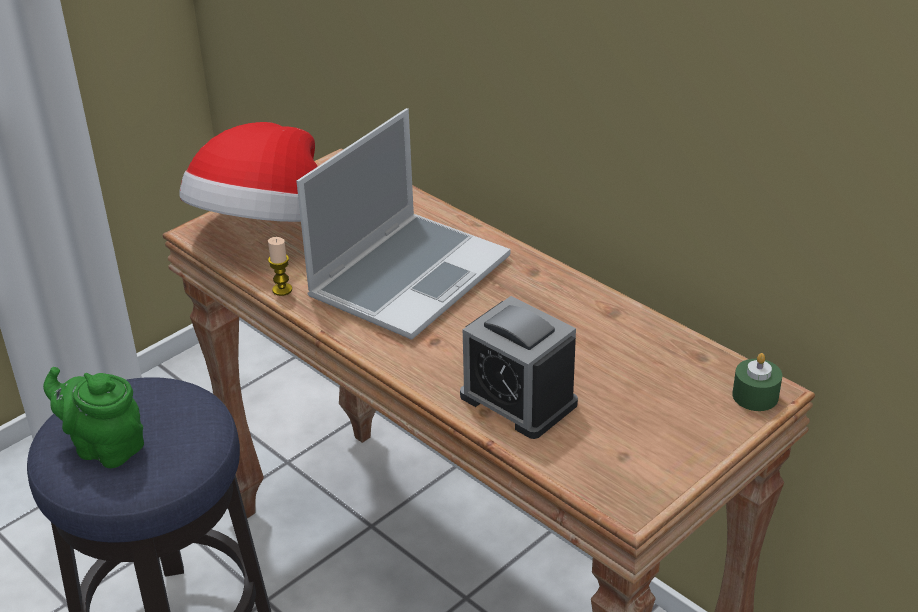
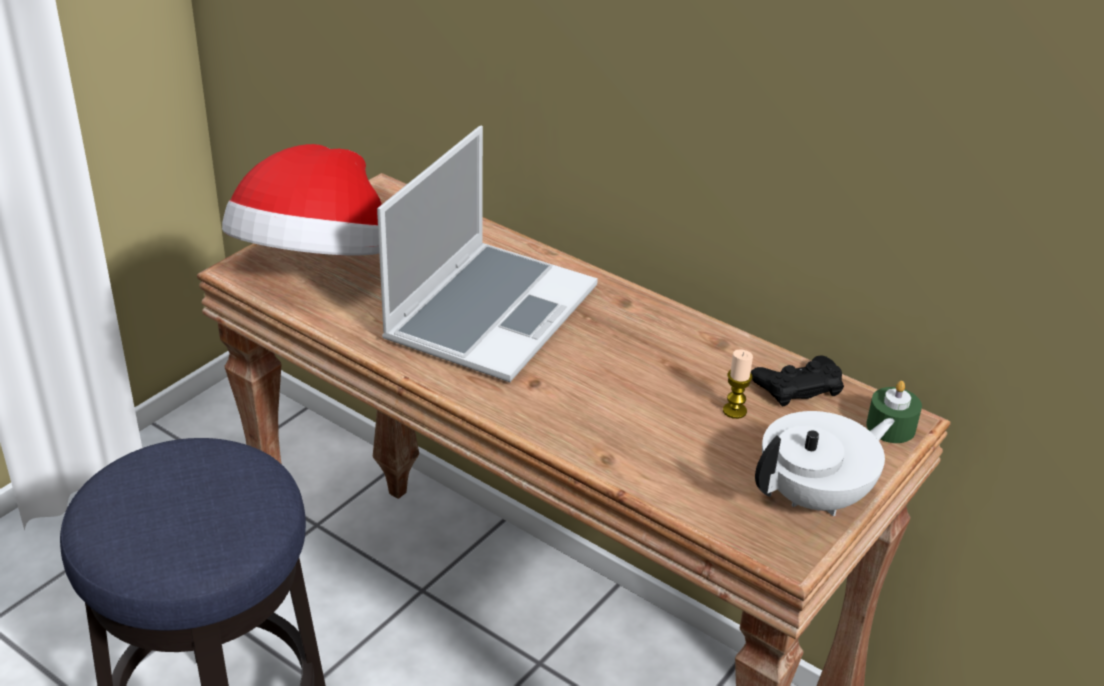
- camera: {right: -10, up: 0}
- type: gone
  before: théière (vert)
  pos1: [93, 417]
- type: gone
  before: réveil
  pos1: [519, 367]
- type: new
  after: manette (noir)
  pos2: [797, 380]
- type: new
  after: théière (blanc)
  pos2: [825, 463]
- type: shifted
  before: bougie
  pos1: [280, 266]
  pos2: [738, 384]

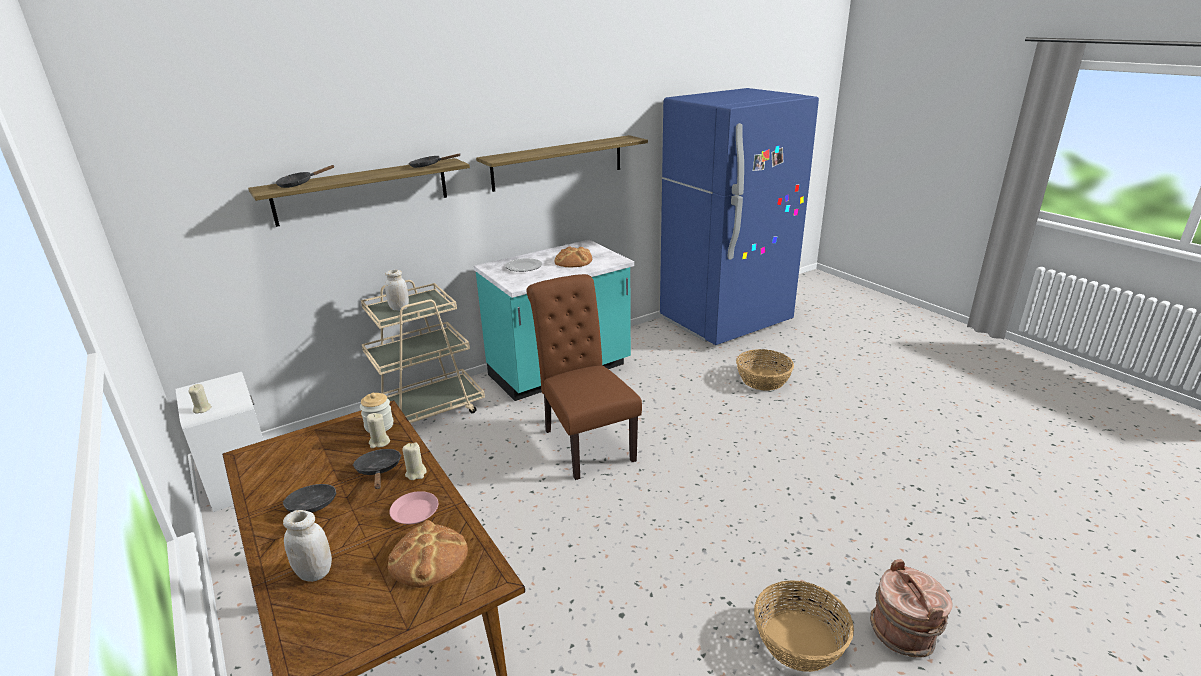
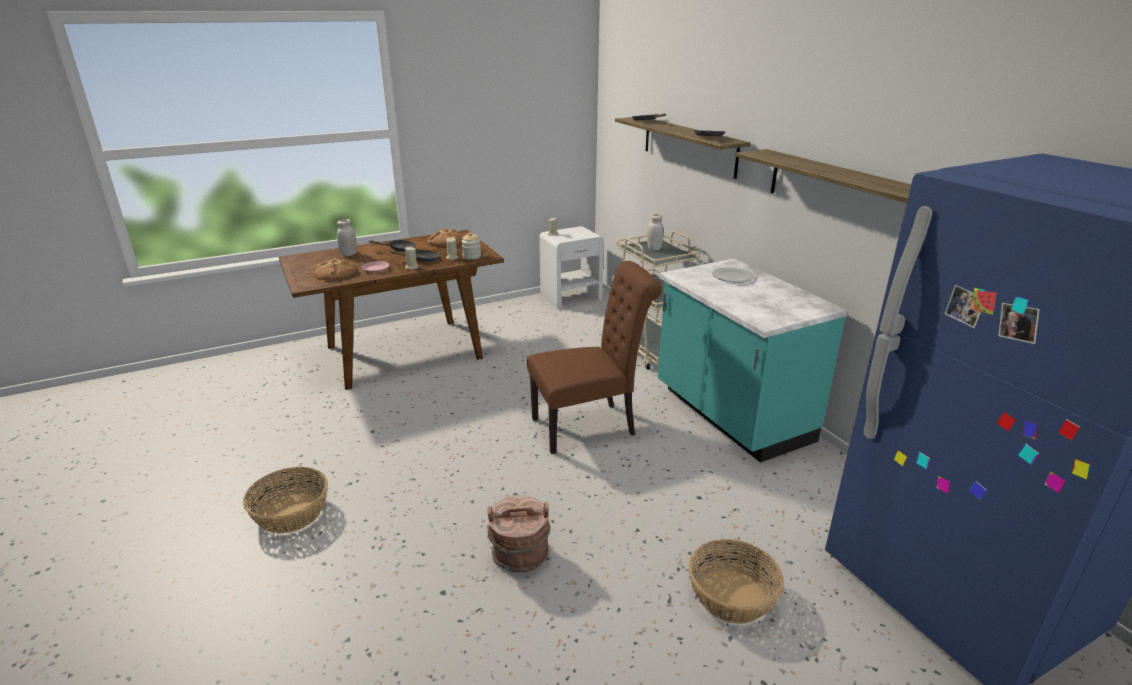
- camera: {right: 95, up: 0}
- type: shifted
  before: pain
  pos1: [573, 256]
  pos2: [445, 237]
- type: shifted
  before: seau (marron)
  pos1: [911, 608]
  pos2: [518, 533]

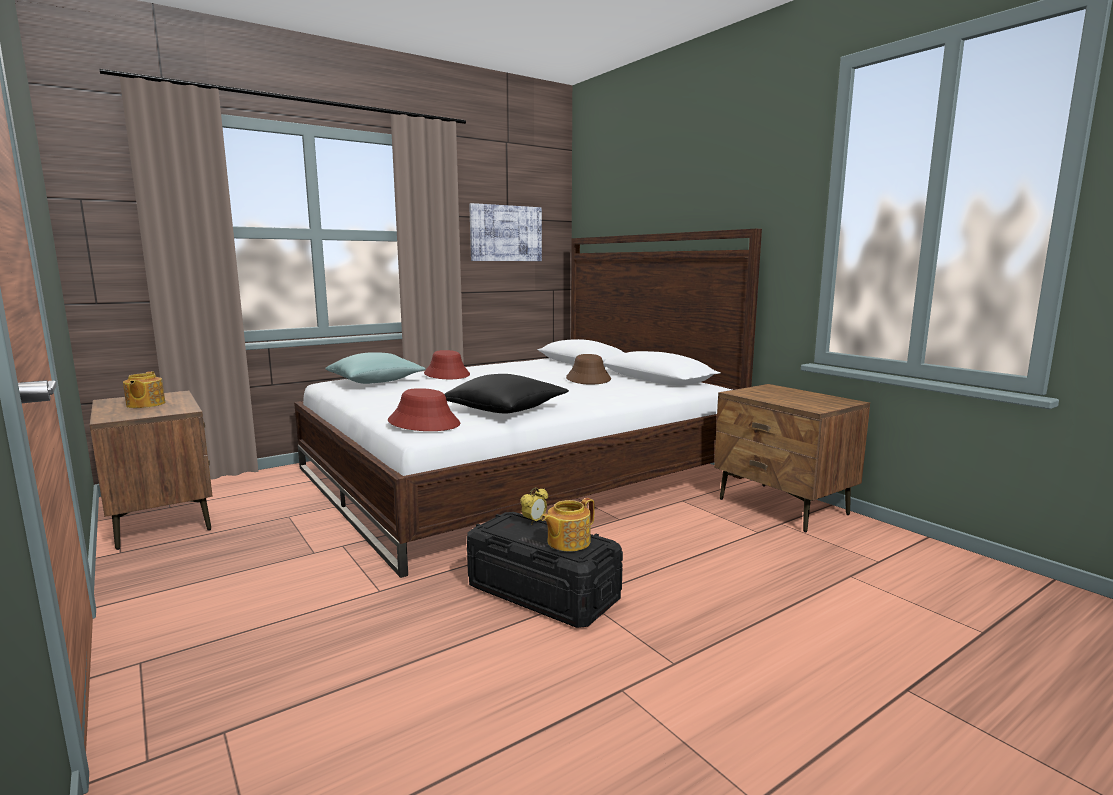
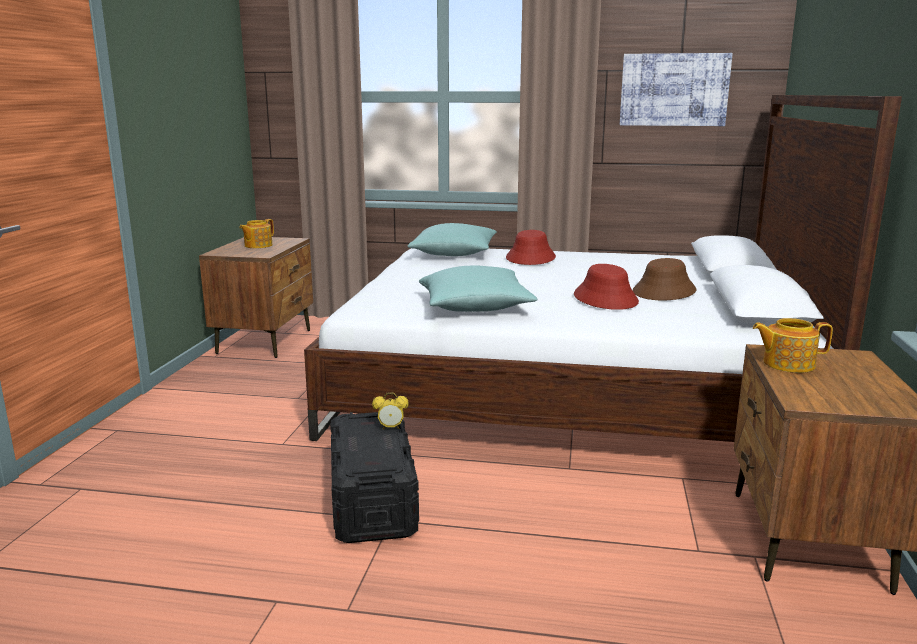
- camera: {right: 45, up: 5}
- type: shifted
  before: chapeau (rouge)
  pos1: [424, 409]
  pos2: [606, 287]
- type: shifted
  before: théière
  pos1: [567, 524]
  pos2: [793, 345]
- type: repainted
  before: coussin (noir)
  after: coussin (turquoise)
  pos1: [506, 394]
  pos2: [478, 289]

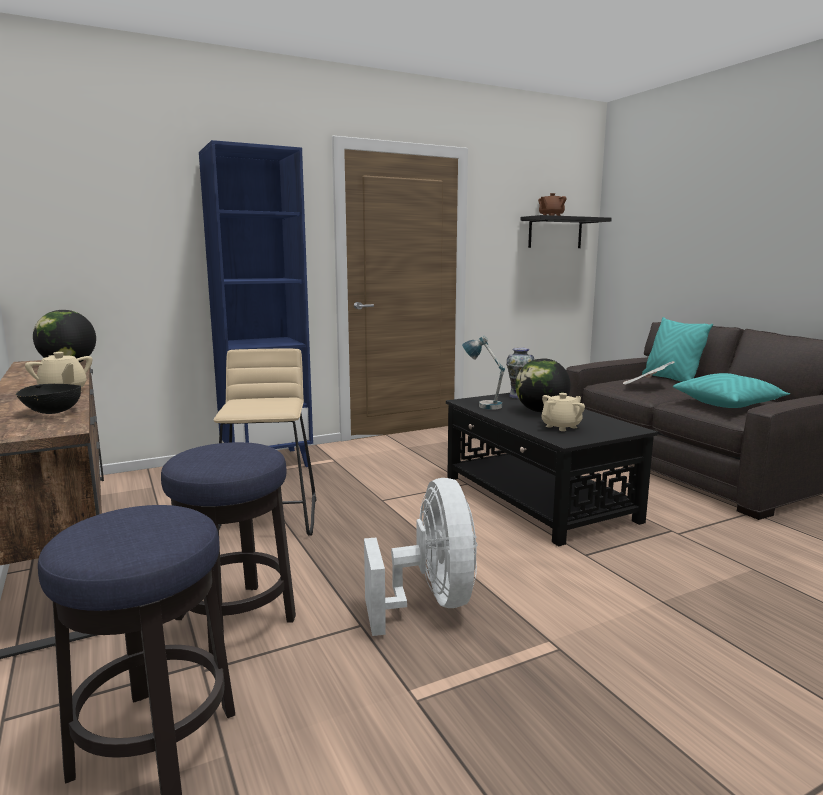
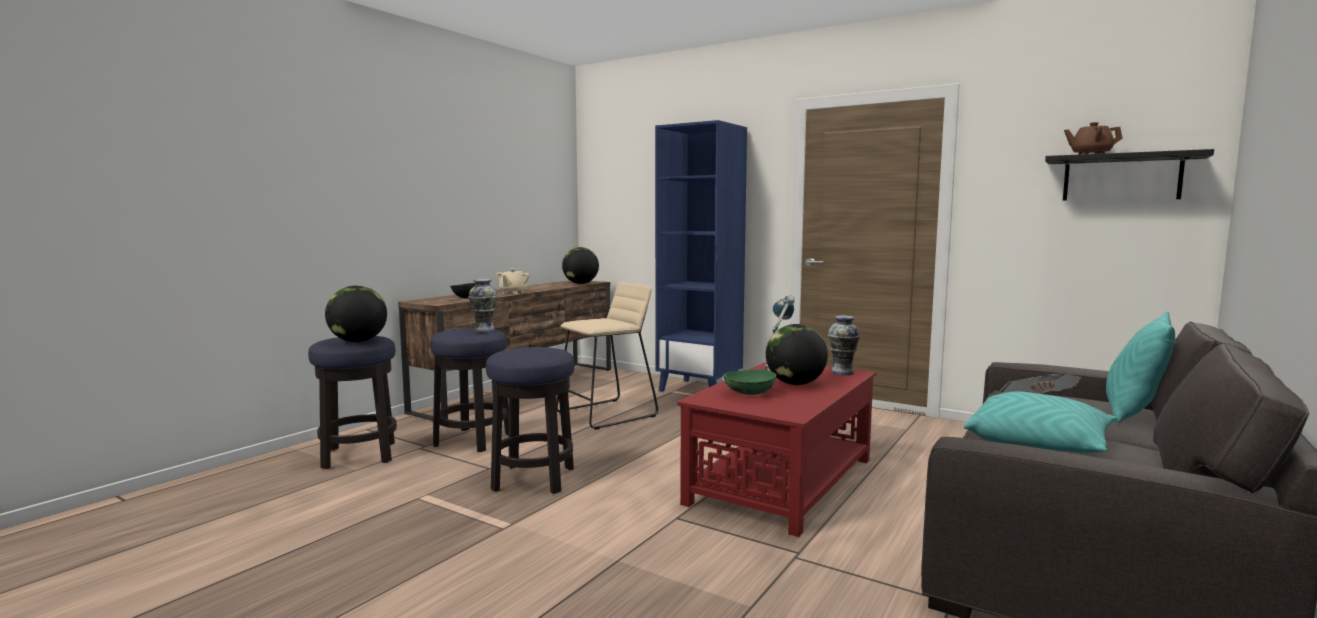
- camera: {right: 60, up: -5}
- type: new
  after: globe
  pos2: [356, 314]
- type: new
  after: vase
  pos2: [483, 306]
- type: swapped
  before: ventilateur (blanc)
  after: tabouret
  pos1: [420, 557]
  pos2: [530, 420]
- type: swapped
  before: théière (beige)
  after: bol (vert)
  pos1: [563, 412]
  pos2: [749, 382]
- type: repainted
  before: table basse (noir)
  after: table basse (rouge)
  pos1: [552, 469]
  pos2: [776, 449]

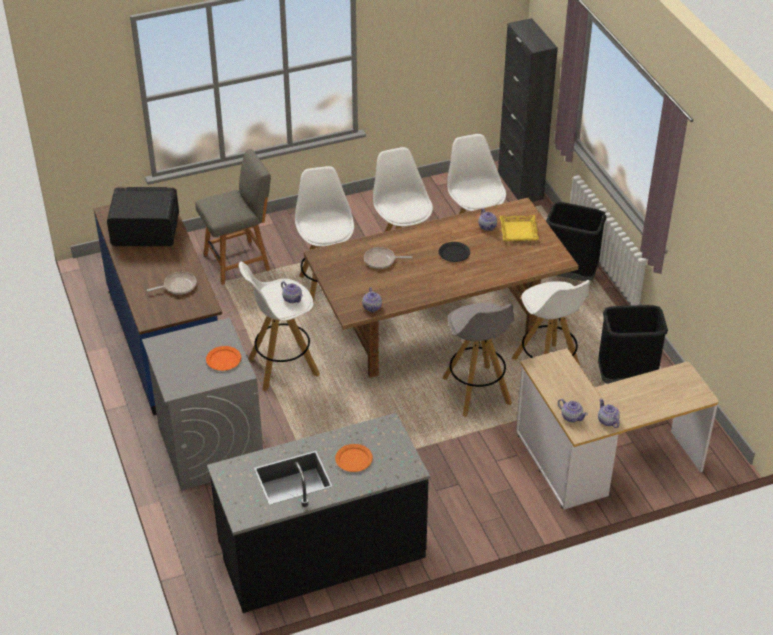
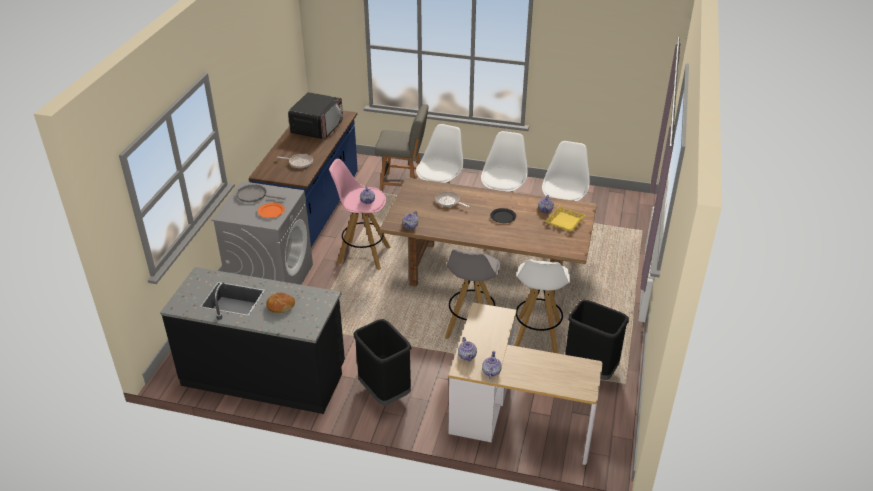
- camera: {right: 35, up: -5}
- type: gone
  before: meuble de rangement (noir)
  pos1: [528, 110]
- type: new
  after: poêle (gris)
  pos2: [261, 193]
- type: shifted
  before: poubelle (noir)
  pos1: [576, 241]
  pos2: [382, 362]
- type: swapped
  before: assiette (orange)
  after: pain
  pos1: [354, 458]
  pos2: [280, 303]
- type: repainted
  before: tabouret (blanc)
  after: tabouret (rose)
  pos1: [279, 326]
  pos2: [360, 214]
- type: rotated
  before: micro-ondes
  pos1: [143, 216]
  pos2: [315, 115]
  turn: 75

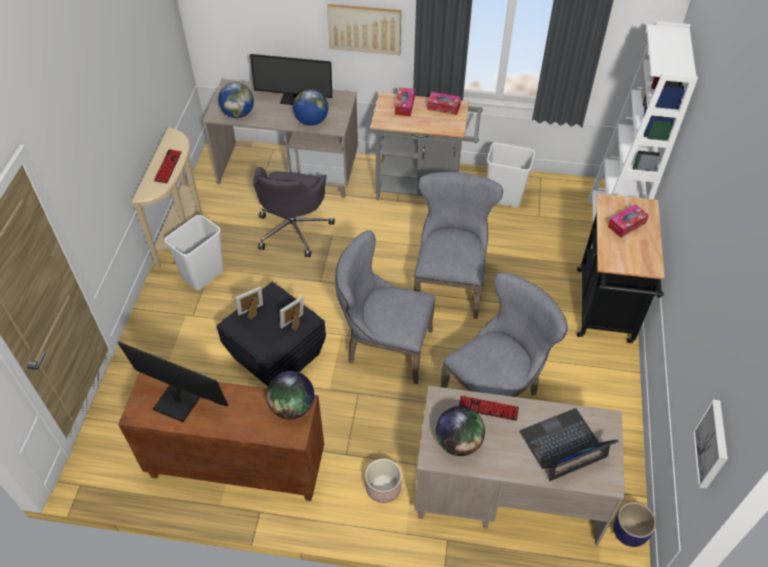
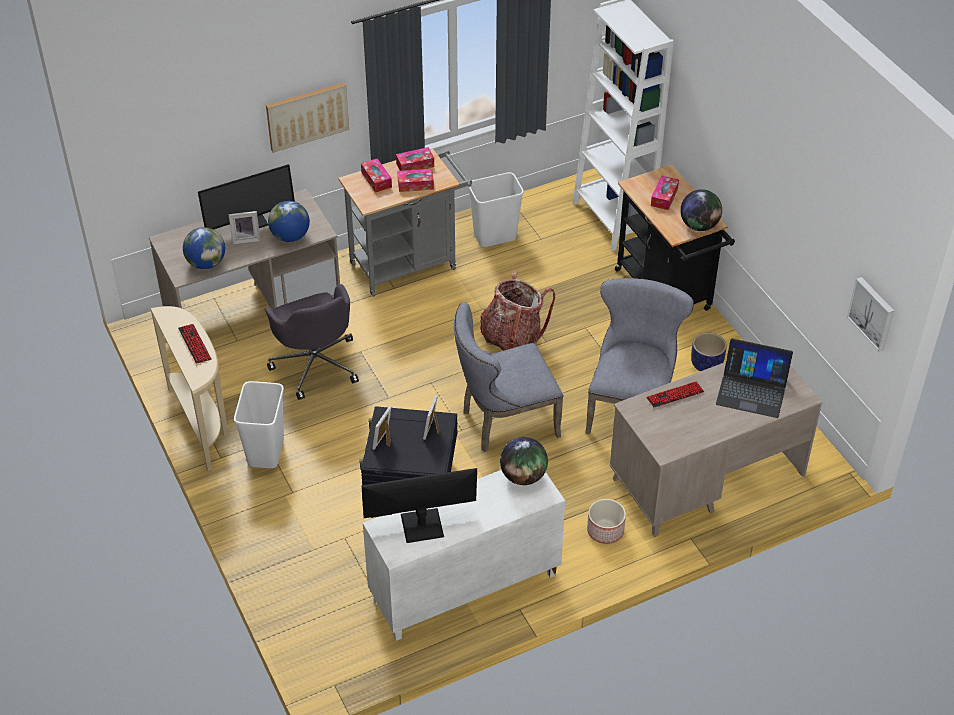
- camera: {right: -35, up: -5}
- type: new
  after: cadre photo
  pos2: [244, 227]
- type: new
  after: boîte à mouchoirs
  pos2: [415, 180]
- type: shifted
  before: globe
  pos1: [460, 431]
  pos2: [701, 210]
- type: shifted
  before: cache-pot
  pos1: [634, 524]
  pos2: [709, 351]
- type: swapped
  before: chaise (gris)
  after: sac à dos
  pos1: [458, 245]
  pos2: [517, 310]
- type: repainted
  before: meuble de rangement (marron)
  after: meuble de rangement (blanc)
  pos1: [221, 436]
  pos2: [464, 555]
- type: rotated
  before: ordinateur portable
  pos1: [569, 444]
  pos2: [754, 378]
  turn: -105

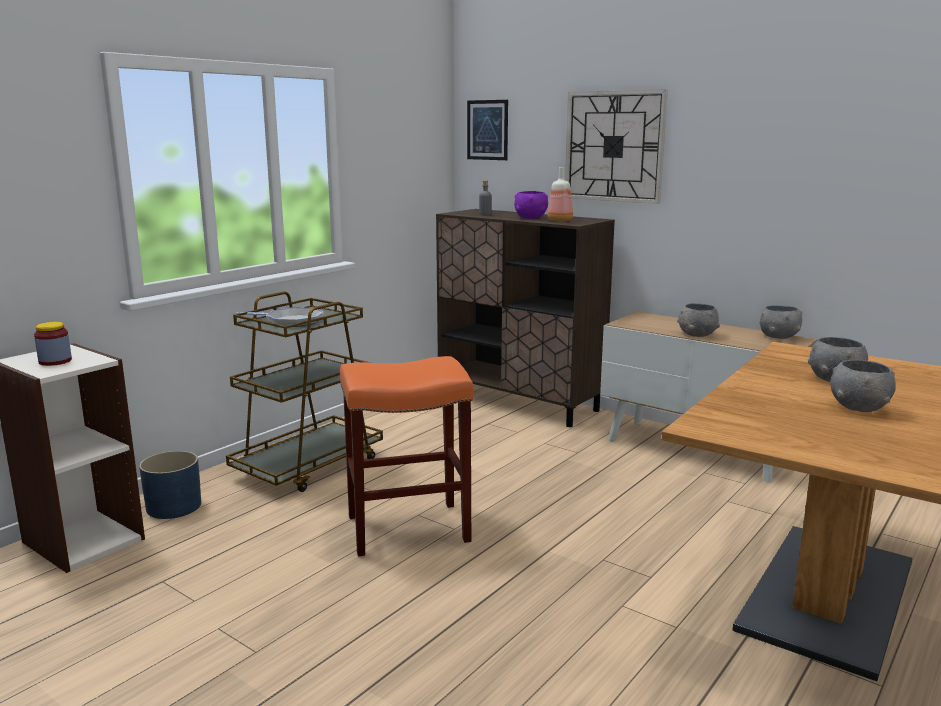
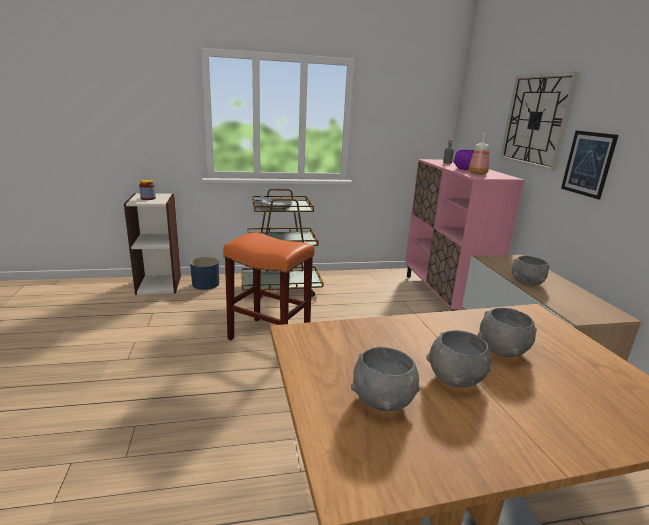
- camera: {right: 40, up: 5}
- type: shifted
  before: tableau
  pos1: [487, 130]
  pos2: [590, 165]
- type: shifted
  before: bol (gris)
  pos1: [781, 322]
  pos2: [385, 379]
- type: repainted
  before: meuble de rangement (marron)
  after: meuble de rangement (rose)
  pos1: [525, 318]
  pos2: [464, 235]

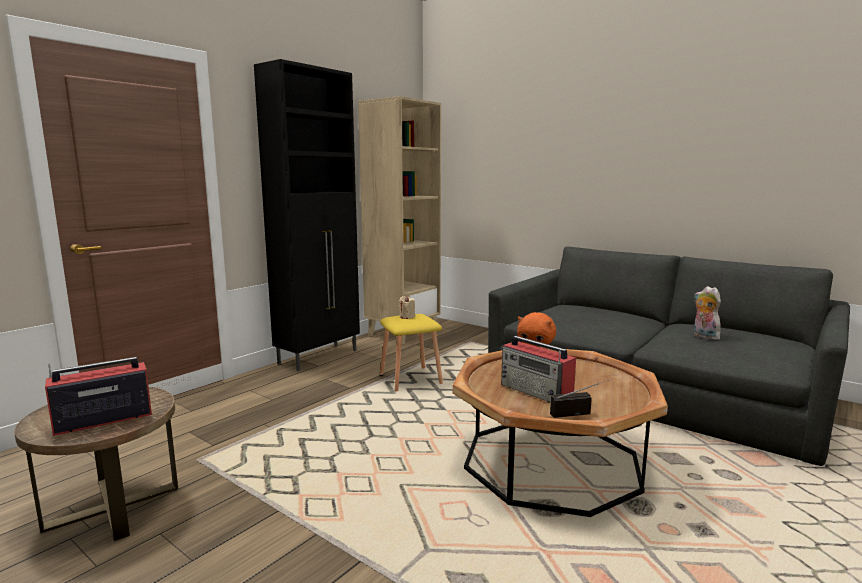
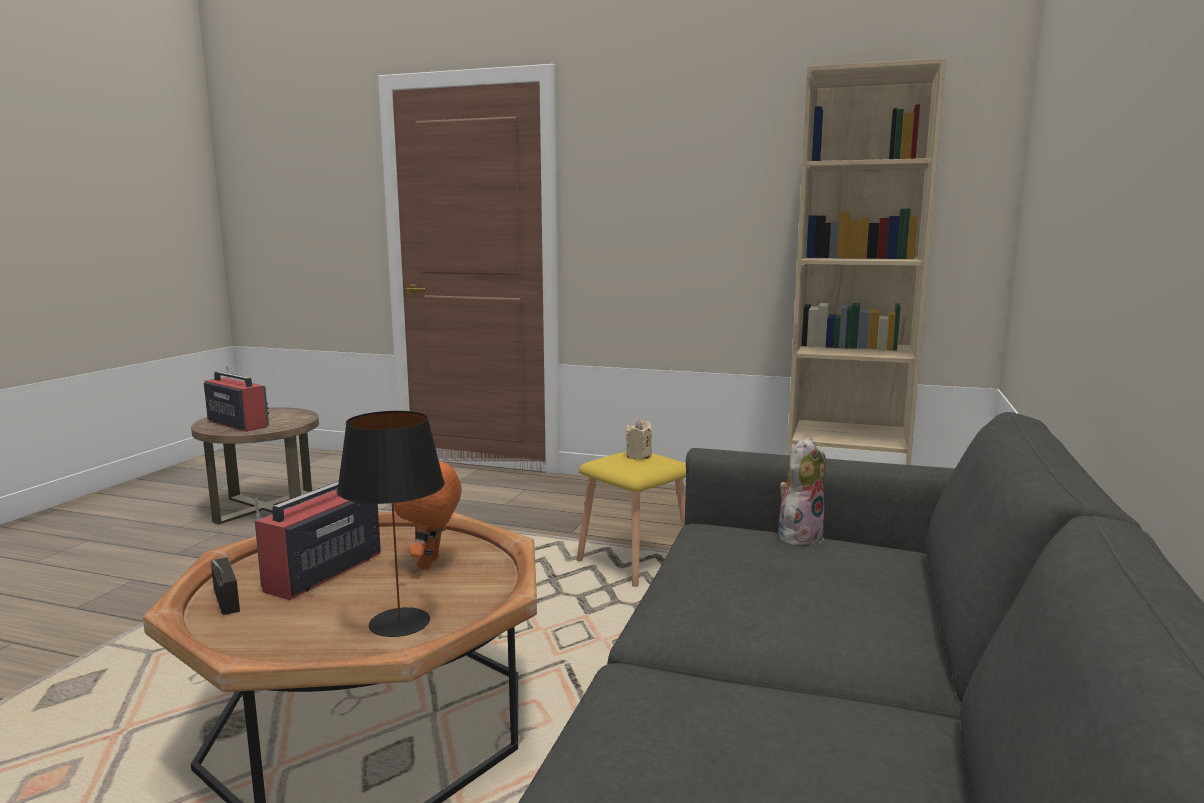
- camera: {right: 70, up: 0}
- type: gone
  before: meuble de rangement (noir)
  pos1: [307, 215]
- type: new
  after: lampe de table (noir)
  pos2: [391, 524]
- type: shifted
  before: peluche
  pos1: [707, 313]
  pos2: [802, 492]

